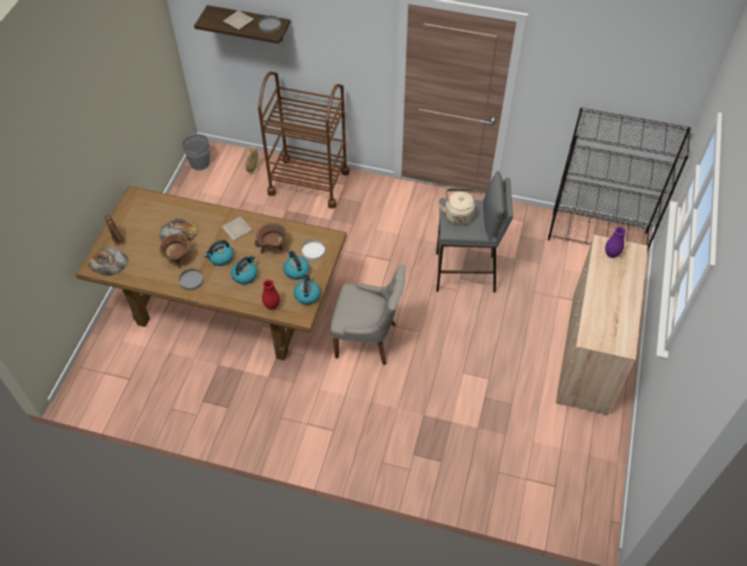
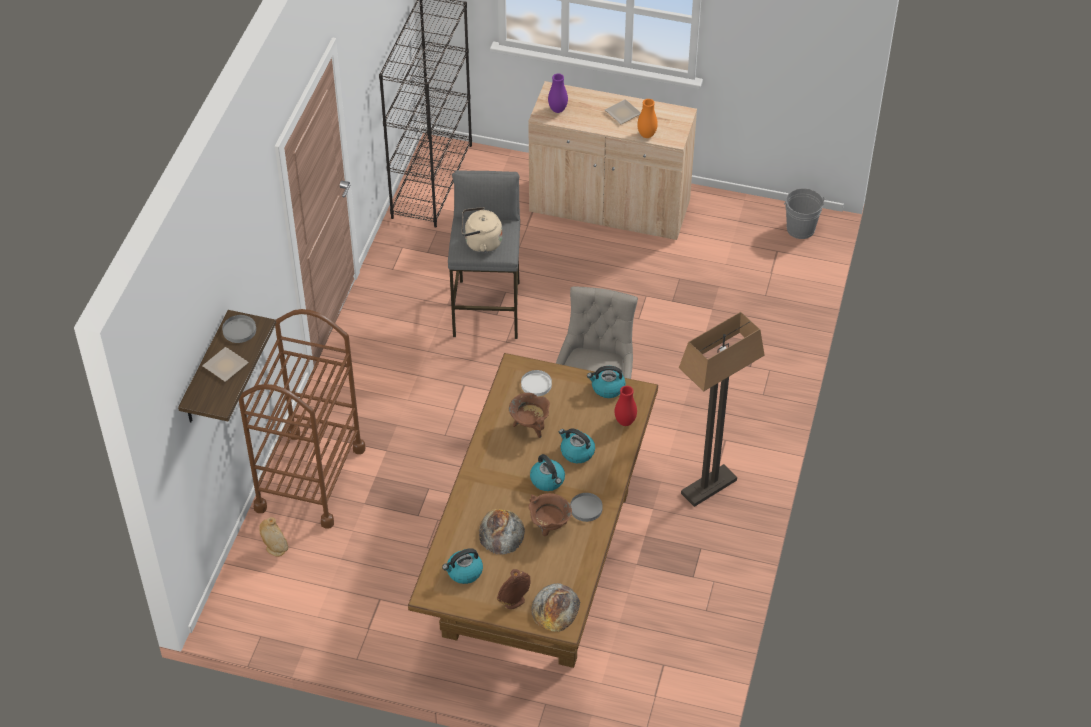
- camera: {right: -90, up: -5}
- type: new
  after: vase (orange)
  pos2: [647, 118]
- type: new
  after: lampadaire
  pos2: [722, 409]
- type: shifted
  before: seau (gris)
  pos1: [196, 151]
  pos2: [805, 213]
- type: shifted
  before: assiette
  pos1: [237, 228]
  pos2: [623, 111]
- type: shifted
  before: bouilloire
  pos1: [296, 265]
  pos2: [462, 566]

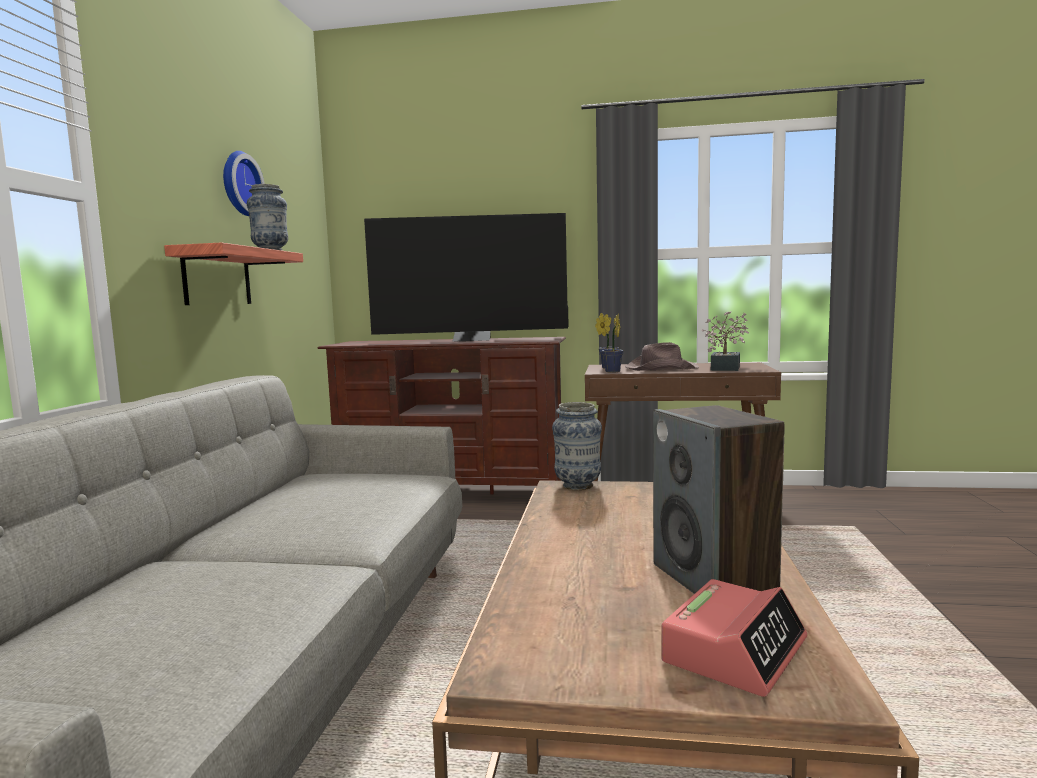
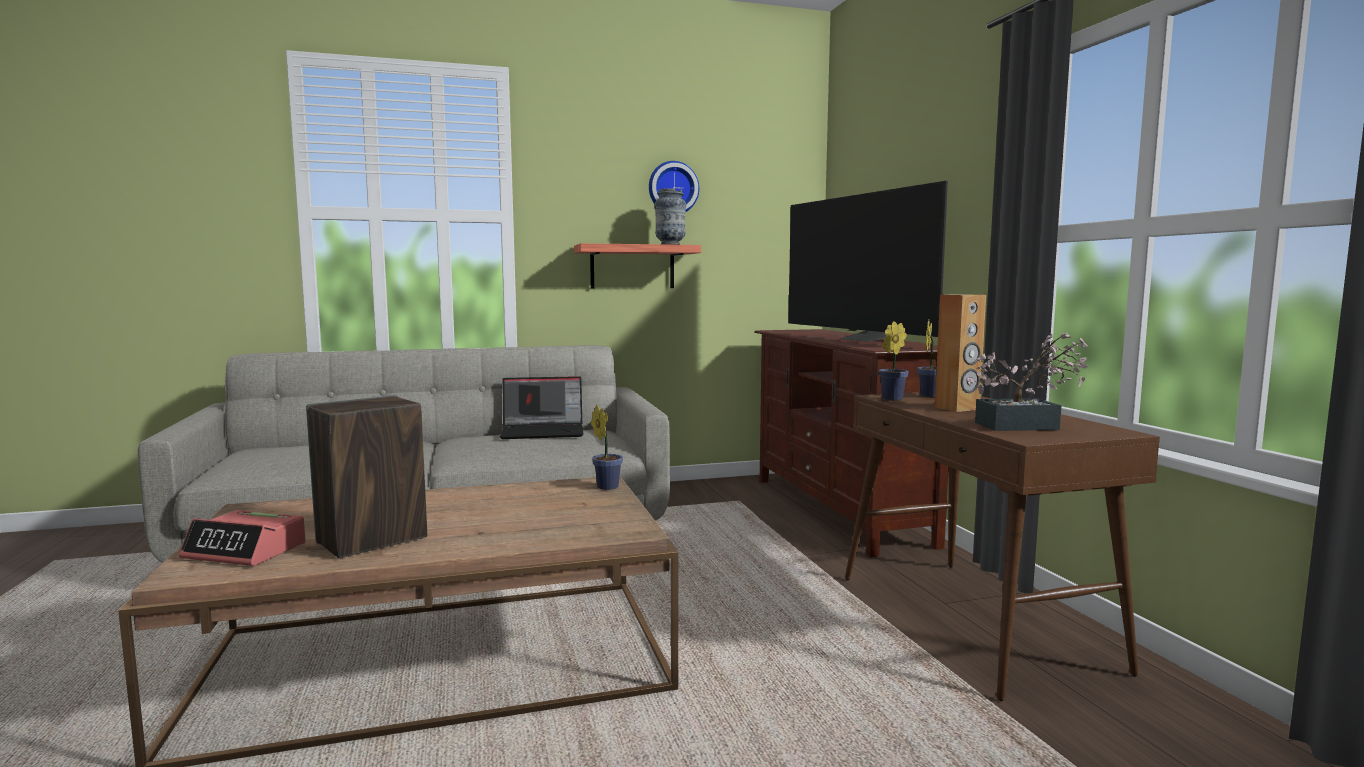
- camera: {right: 65, up: 0}
- type: new
  after: ordinateur portable
  pos2: [541, 407]
- type: swapped
  before: vase
  after: plante en pot
  pos1: [577, 446]
  pos2: [607, 447]
- type: swapped
  before: chapeau (marron)
  after: enceinte (marron)
  pos1: [662, 356]
  pos2: [960, 353]

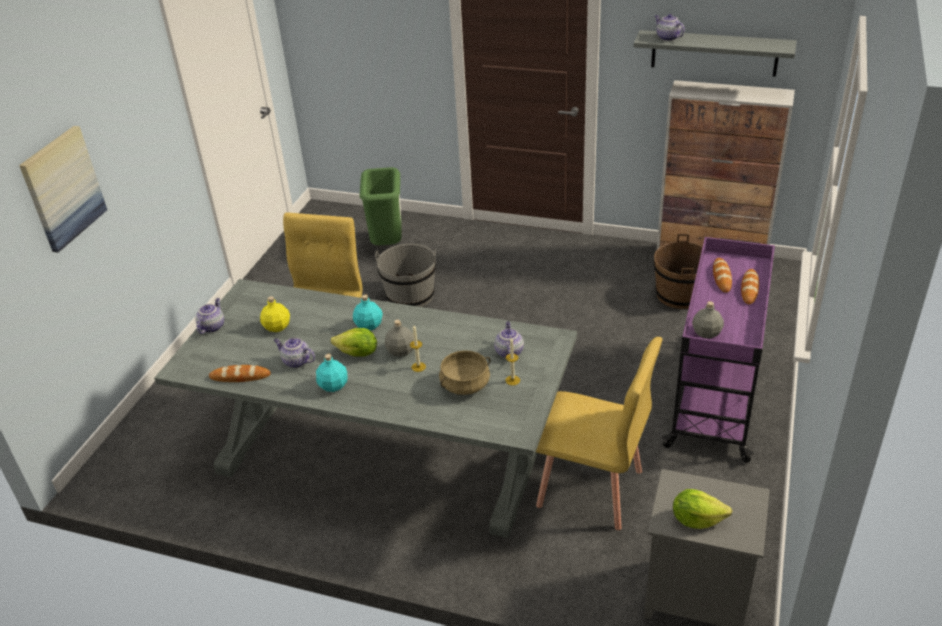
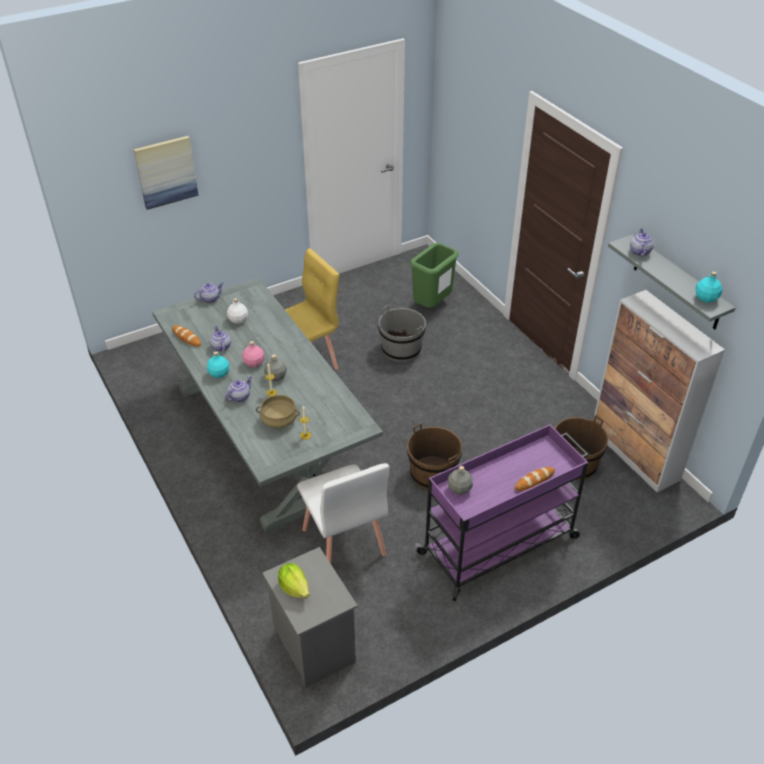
- camera: {right: 40, up: 5}
- type: gone
  before: pain
  pos1: [722, 275]
- type: new
  after: seau (marron)
  pos2: [434, 456]
- type: shifted
  before: bouteille (turquoise)
  pos1: [368, 312]
  pos2: [709, 287]
- type: shifted
  before: théière
  pos1: [509, 339]
  pos2: [238, 389]
- type: swapped
  before: laitue
  after: bouteille (rose)
  pos1: [354, 342]
  pos2: [253, 354]
- type: repainted
  before: bouteille (jaune)
  after: bouteille (blanc)
  pos1: [275, 314]
  pos2: [237, 311]
- type: repainted
  before: chaise (jaune)
  after: chaise (blanc)
  pos1: [599, 433]
  pos2: [343, 513]

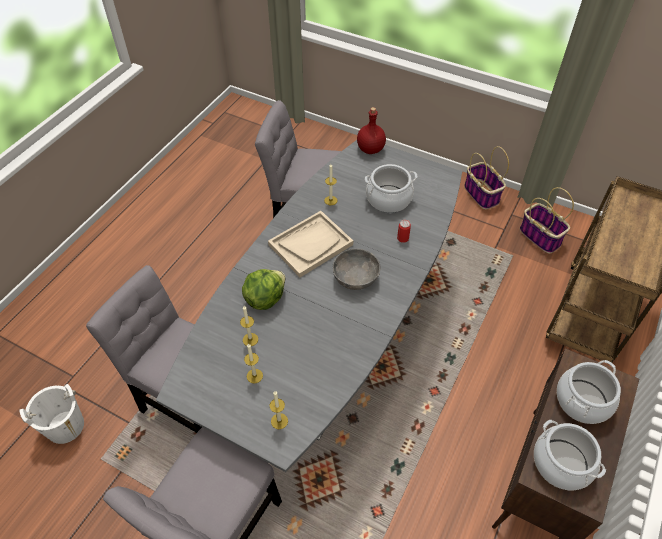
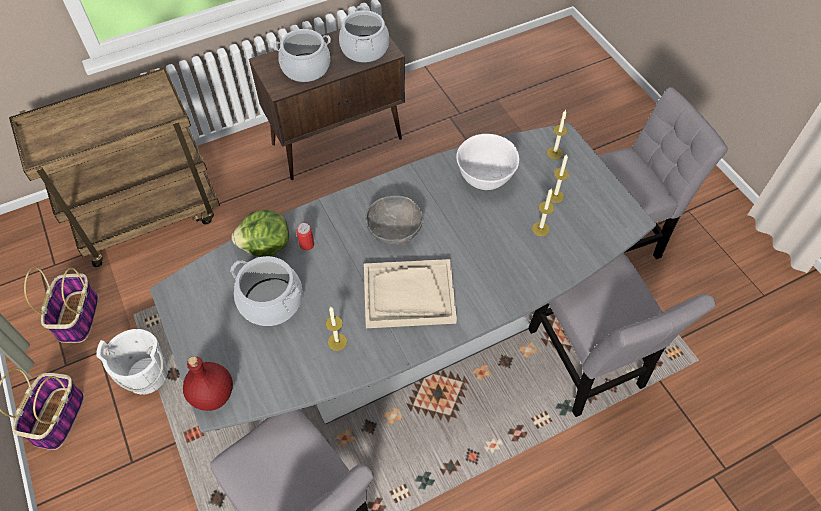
- camera: {right: -145, up: 5}
- type: new
  after: bol (blanc)
  pos2: [487, 162]
- type: shifted
  before: seau (blanc)
  pos1: [51, 414]
  pos2: [132, 361]
- type: shifted
  before: laitue
  pos1: [263, 289]
  pos2: [260, 233]

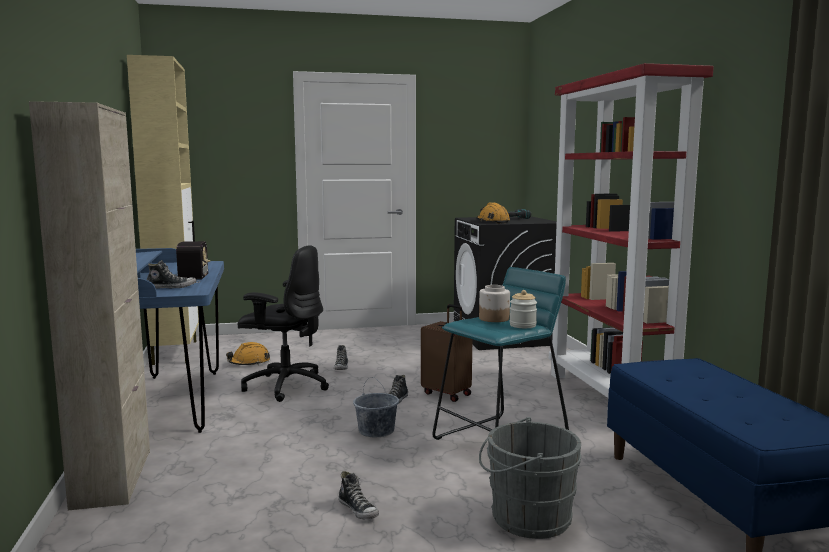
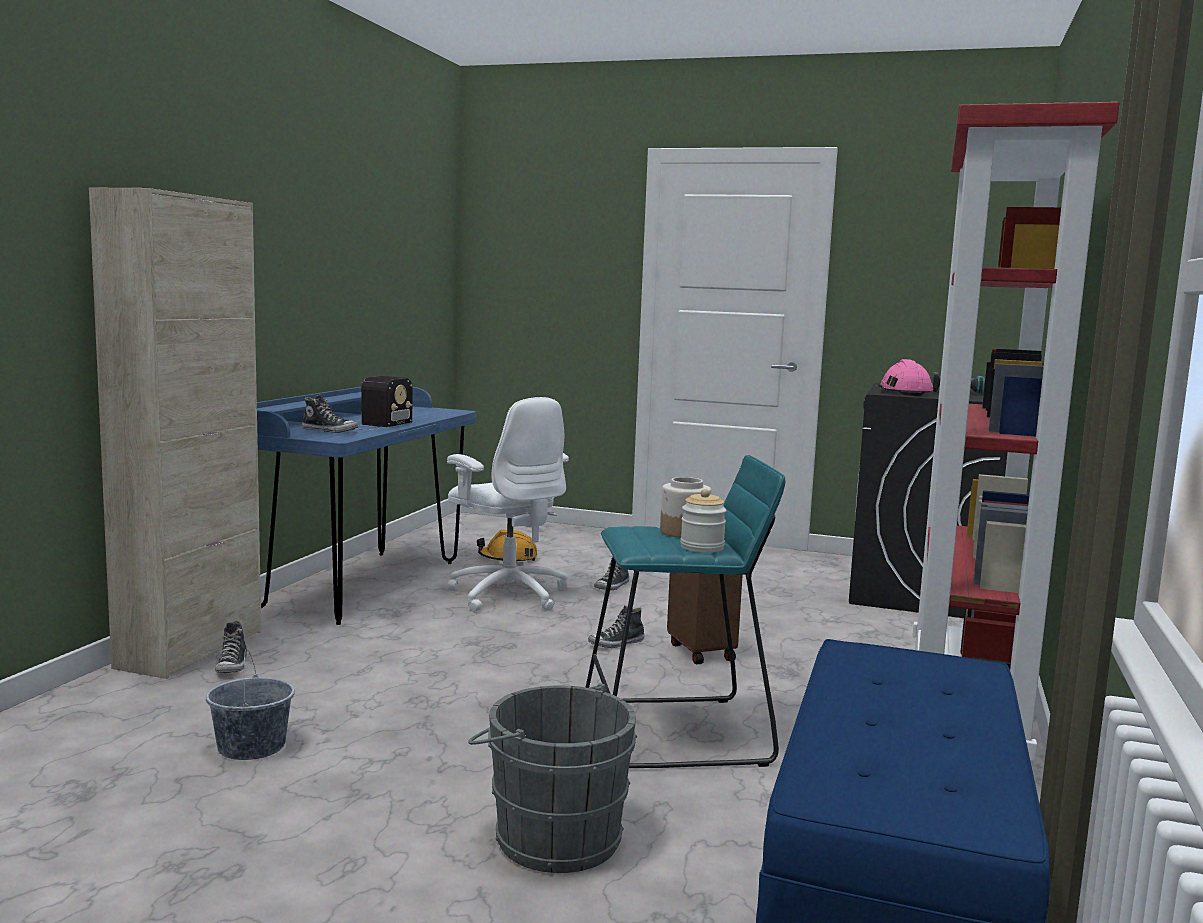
- camera: {right: 30, up: 0}
- type: gone
  before: meuble de rangement (beige)
  pos1: [163, 210]
- type: shifted
  before: chaussure
  pos1: [359, 495]
  pos2: [231, 647]
- type: shifted
  before: seau (gris)
  pos1: [376, 407]
  pos2: [250, 704]
- type: repainted
  before: chaise de bureau (noir)
  after: chaise de bureau (blanc)
  pos1: [283, 323]
  pos2: [508, 504]
- type: repainted
  before: casque de chantier (orange)
  after: casque de chantier (rose)
  pos1: [493, 213]
  pos2: [906, 377]

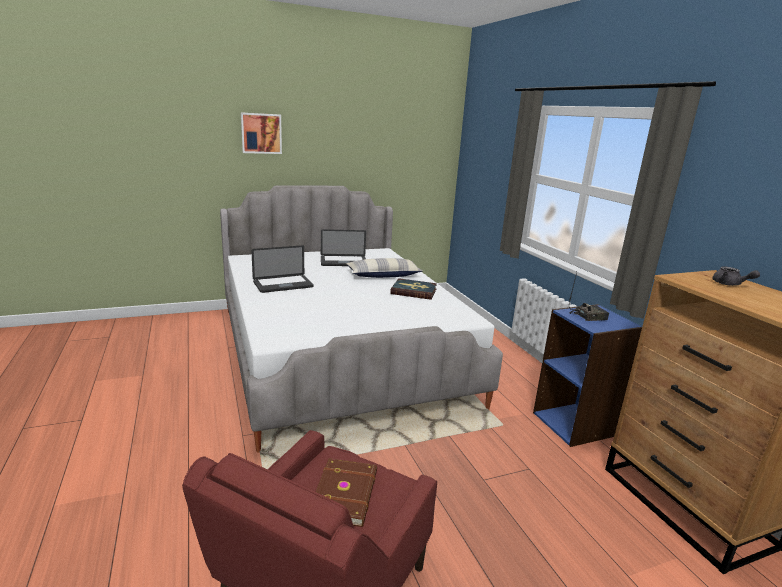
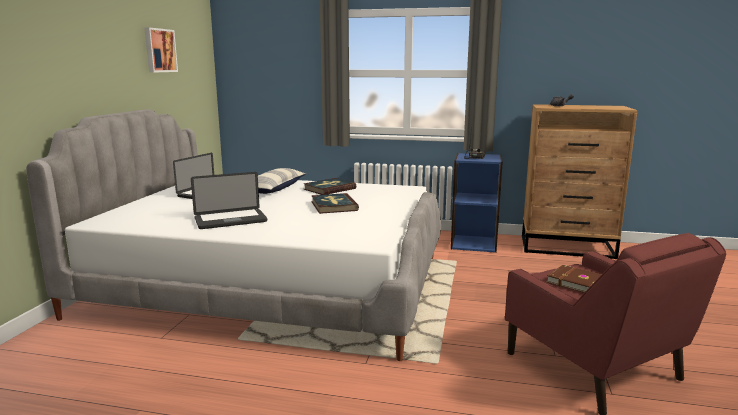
- camera: {right: -55, up: -5}
- type: new
  after: livre
  pos2: [335, 203]
- type: shifted
  before: tableau
  pos1: [261, 133]
  pos2: [161, 50]
- type: rotated
  before: ordinateur portable
  pos1: [282, 269]
  pos2: [229, 200]
  turn: 60

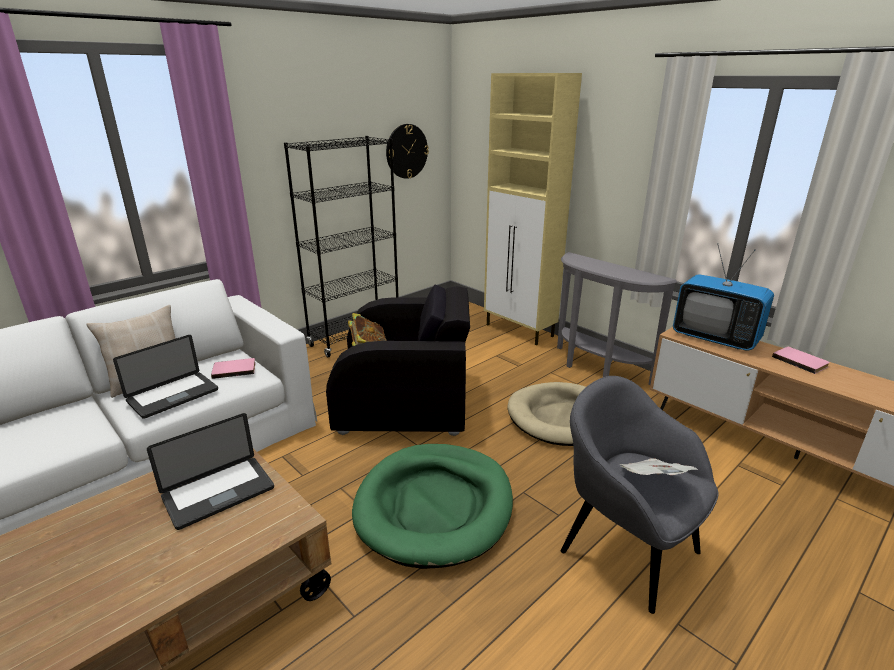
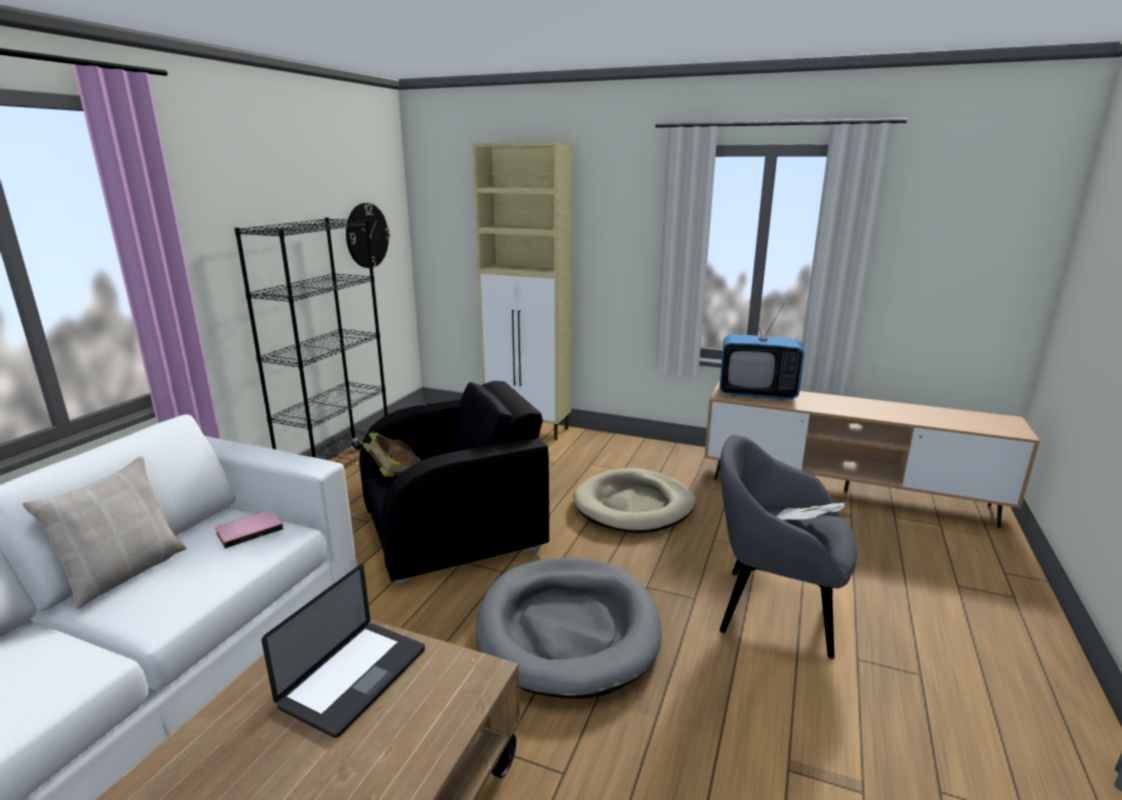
- camera: {right: -25, up: -5}
- type: gone
  before: ordinateur portable
  pos1: [165, 377]
- type: gone
  before: table console (gris)
  pos1: [617, 318]
- type: gone
  before: livre (rose)
  pos1: [801, 360]
- type: repainted
  before: panier pour chien (vert)
  after: panier pour chien (gris)
  pos1: [432, 506]
  pos2: [569, 628]

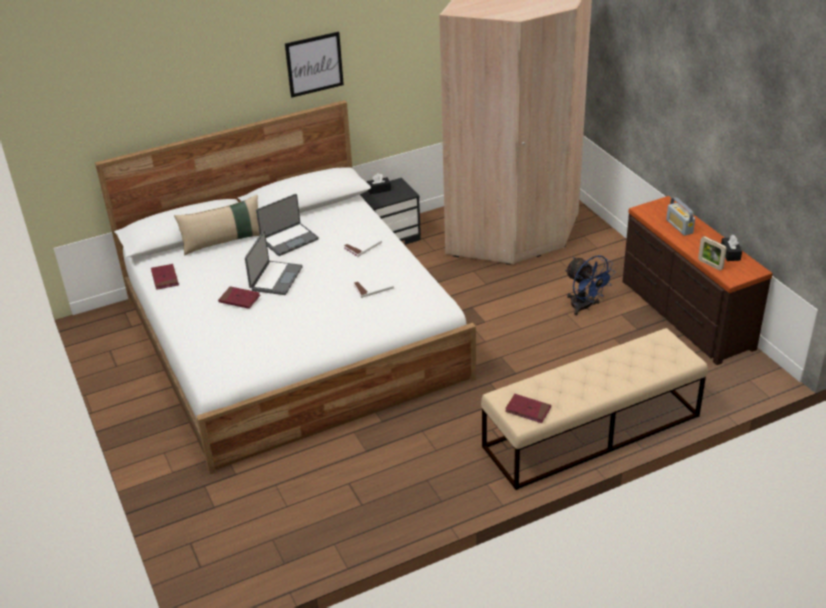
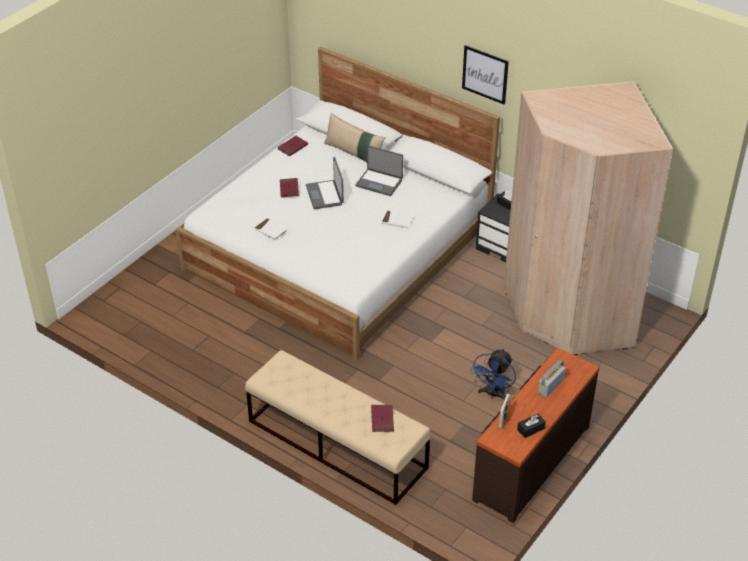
- camera: {right: 60, up: 5}
- type: shifted
  before: livre (blanc)
  pos1: [373, 286]
  pos2: [271, 229]
- type: shifted
  before: livre (rouge)
  pos1: [528, 408]
  pos2: [382, 418]
- type: rotated
  before: ordinateur portable
  pos1: [274, 263]
  pos2: [325, 183]
  turn: 90

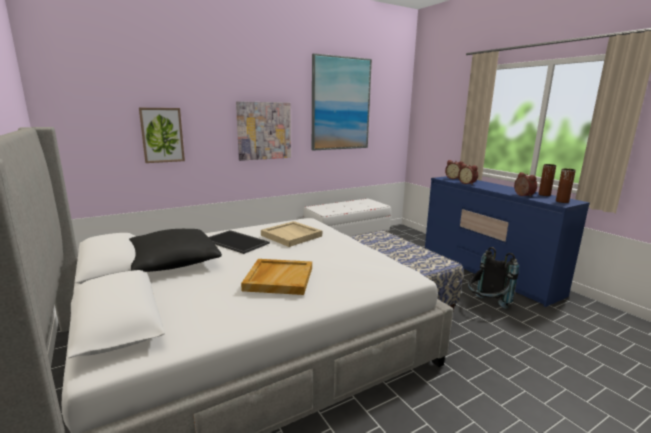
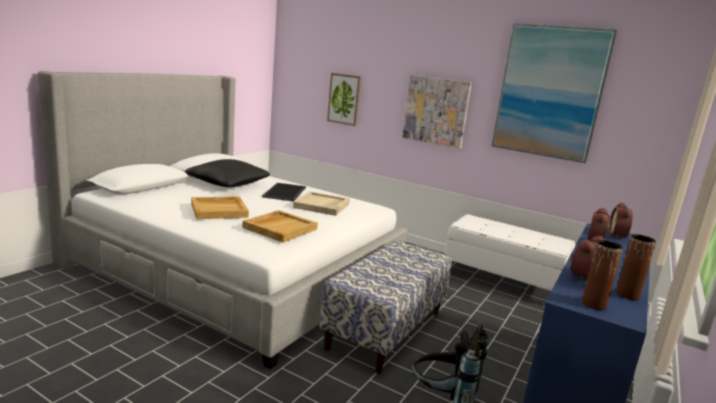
- camera: {right: 60, up: 0}
- type: new
  after: plateau (beige)
  pos2: [280, 226]

